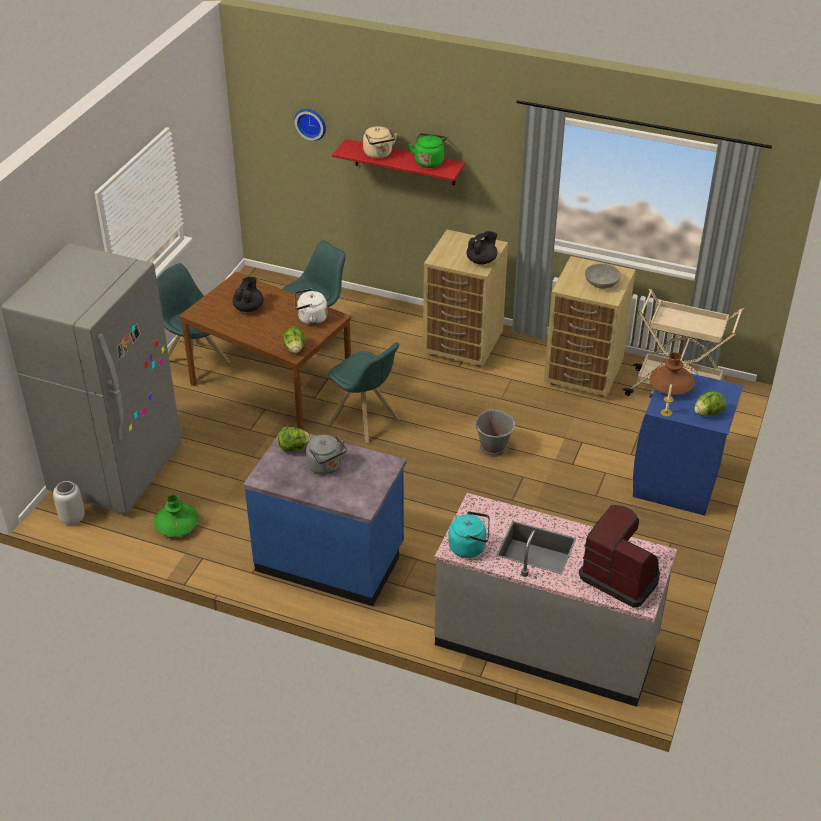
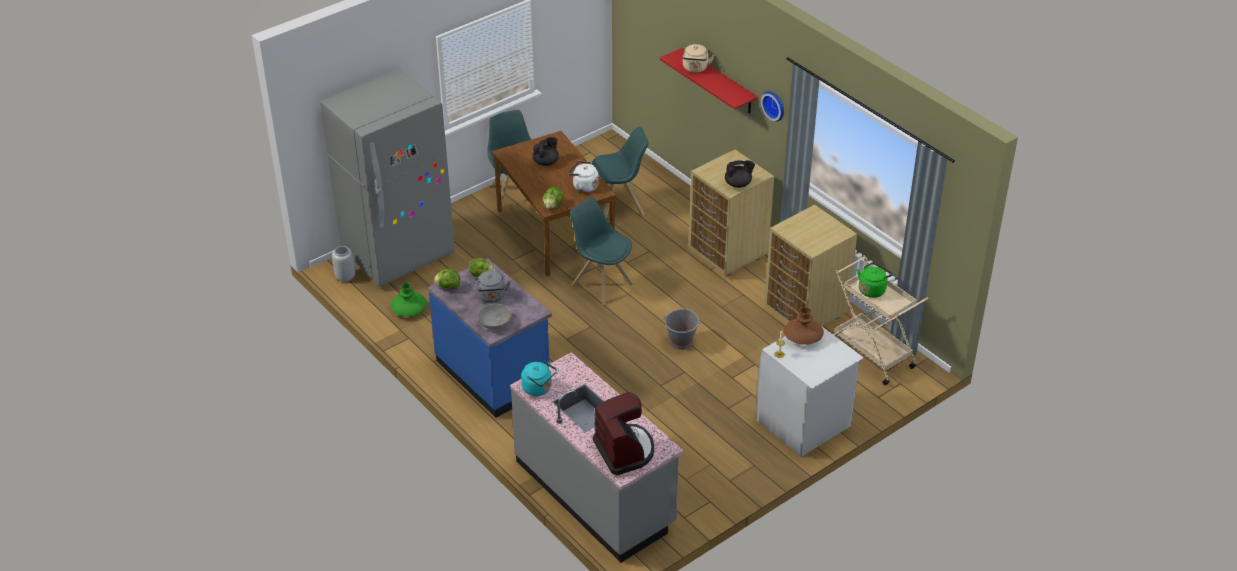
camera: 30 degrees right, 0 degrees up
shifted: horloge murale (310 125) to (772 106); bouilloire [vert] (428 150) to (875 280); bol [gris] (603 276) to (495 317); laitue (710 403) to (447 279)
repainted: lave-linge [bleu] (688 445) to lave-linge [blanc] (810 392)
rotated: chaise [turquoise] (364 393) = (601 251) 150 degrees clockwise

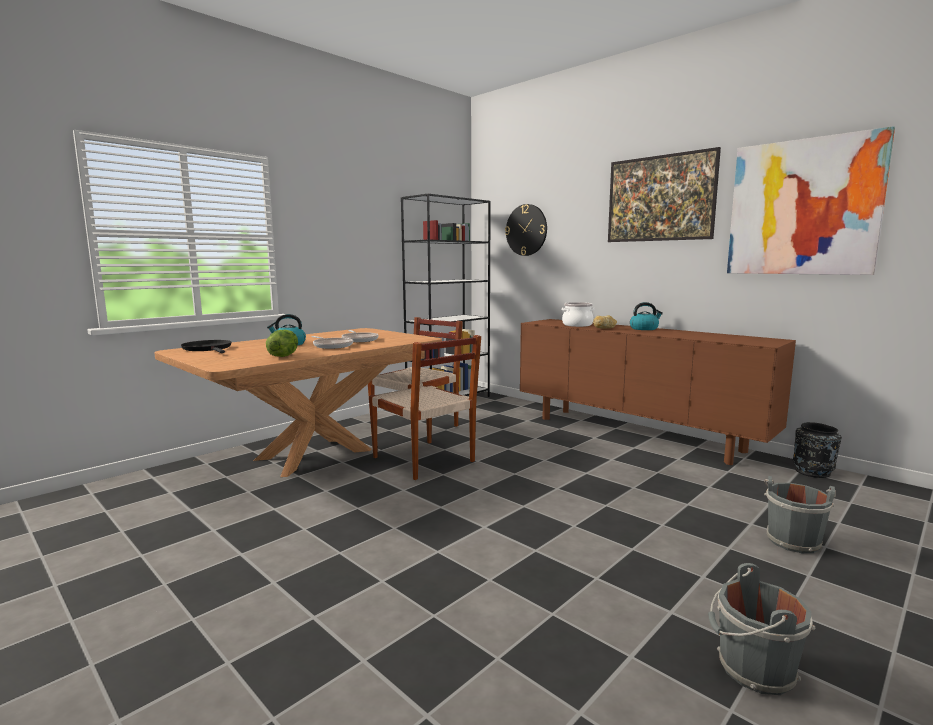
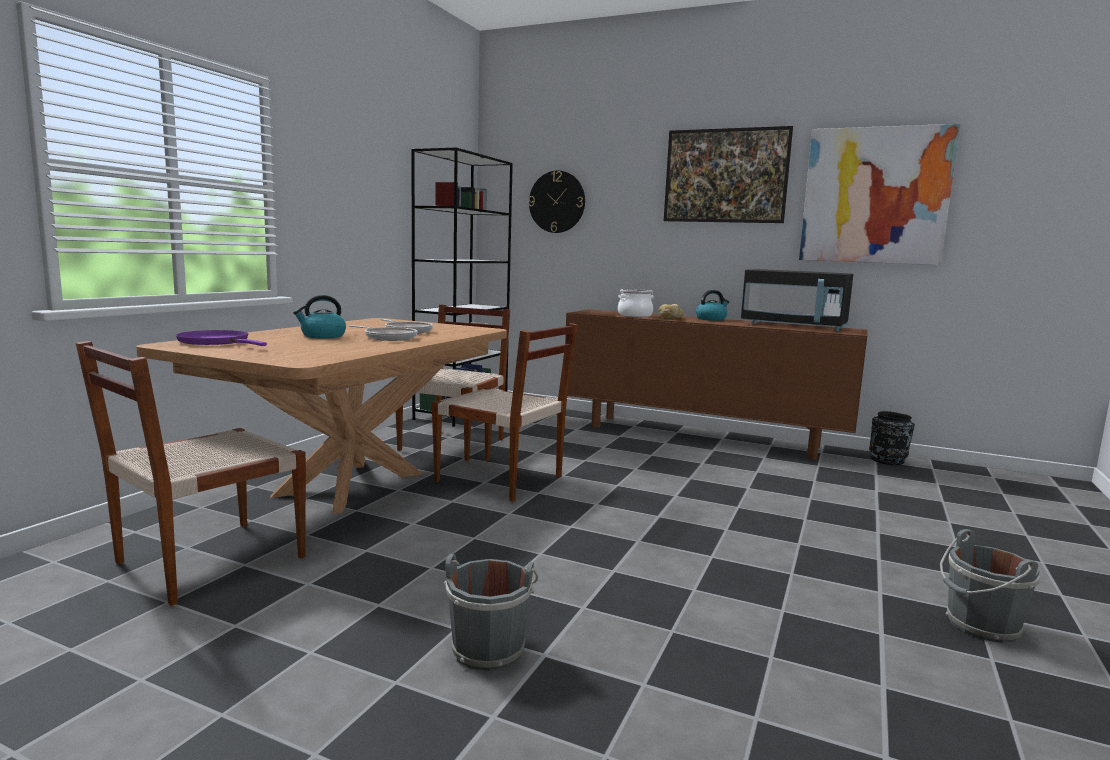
camera: 20 degrees left, 0 degrees up
gone: laitue (282 343)
new: chaise (191 473); micro-ondes [noir] (797 300)
shifted: seau [gris] (800 514) to (491 612)
repainted: poêle [noir] (206 346) to poêle [violet] (221 338)

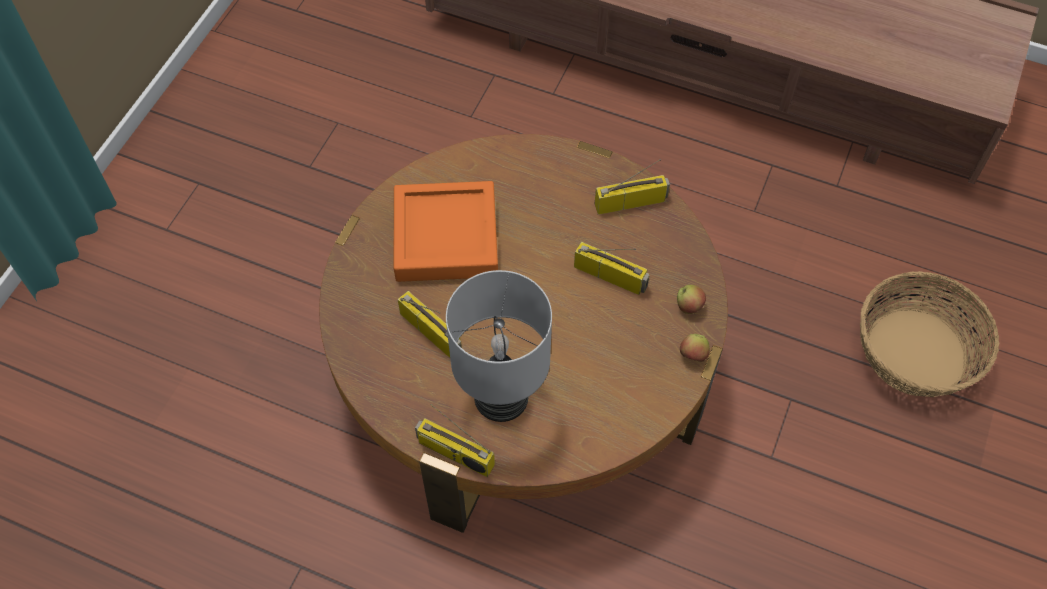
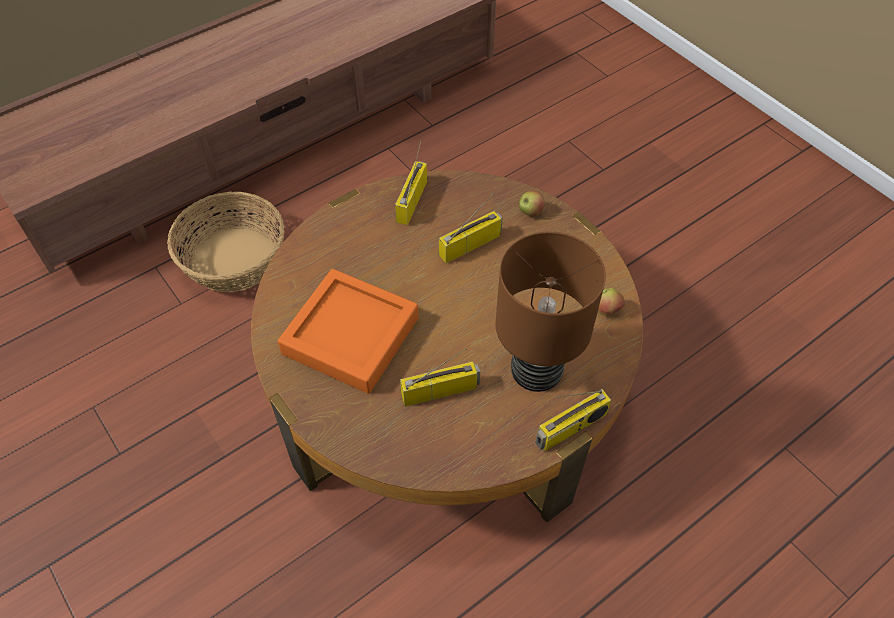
camera: 60 degrees left, 5 degrees down
shifted: pomme (695 347) to (611 301); panier (929 334) to (225 242)
repainted: lampe de table [gris] (499 346) to lampe de table [marron] (550 312)

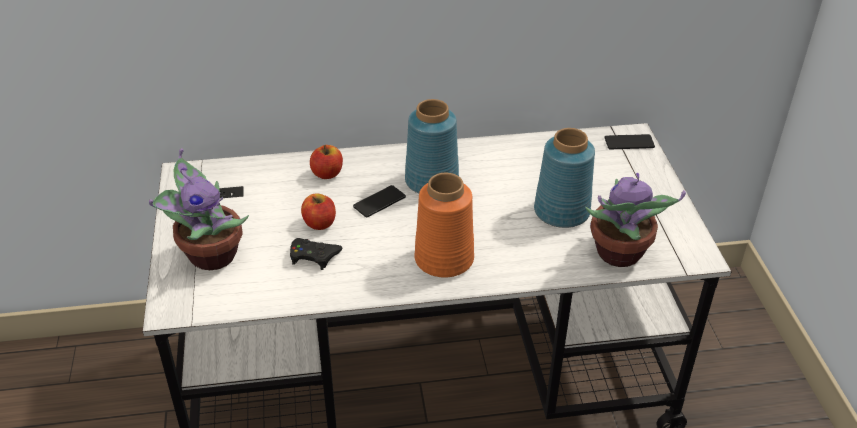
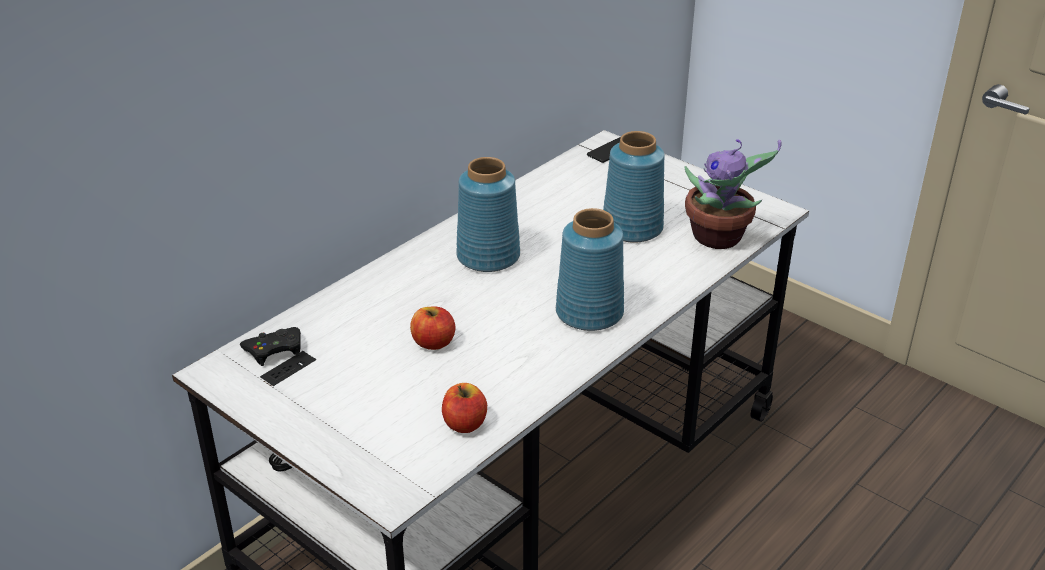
camera: 40 degrees left, 5 degrees down
gone: plante en pot (199 209); téléphone (379 201)
shifted: manette [noir] (316 254) to (270 346); pomme (326 162) to (464 408)
repainted: vase [orange] (444 225) to vase [bleu] (590 269)

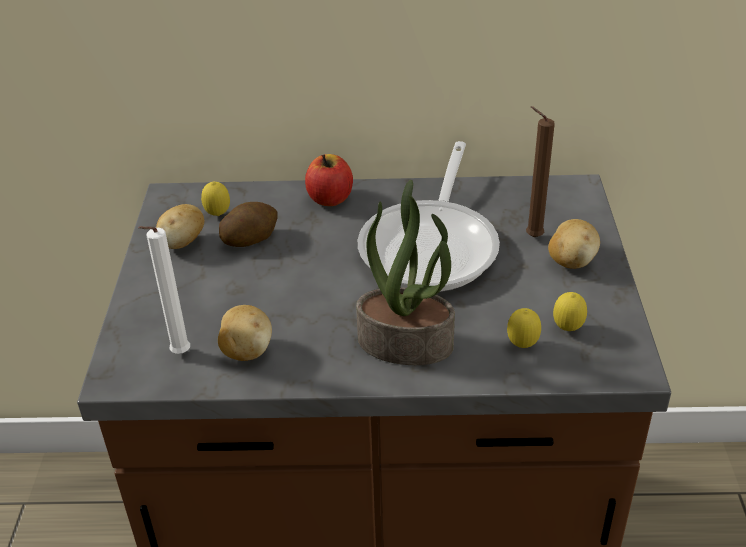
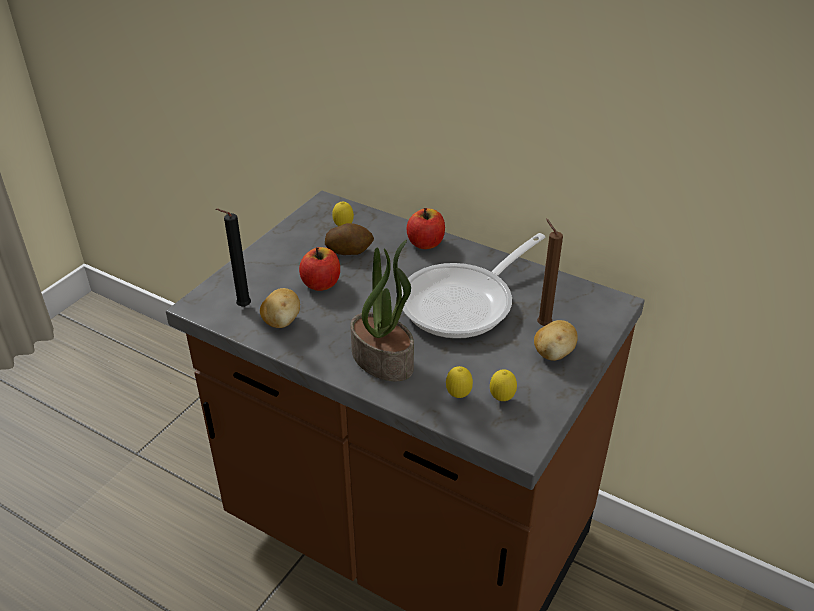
camera: 30 degrees right, 0 degrees up
gone: pomme de terre (180 226)
new: pomme (319 269)
repainted: bougie [blanc] (164 290) to bougie [noir] (233 258)

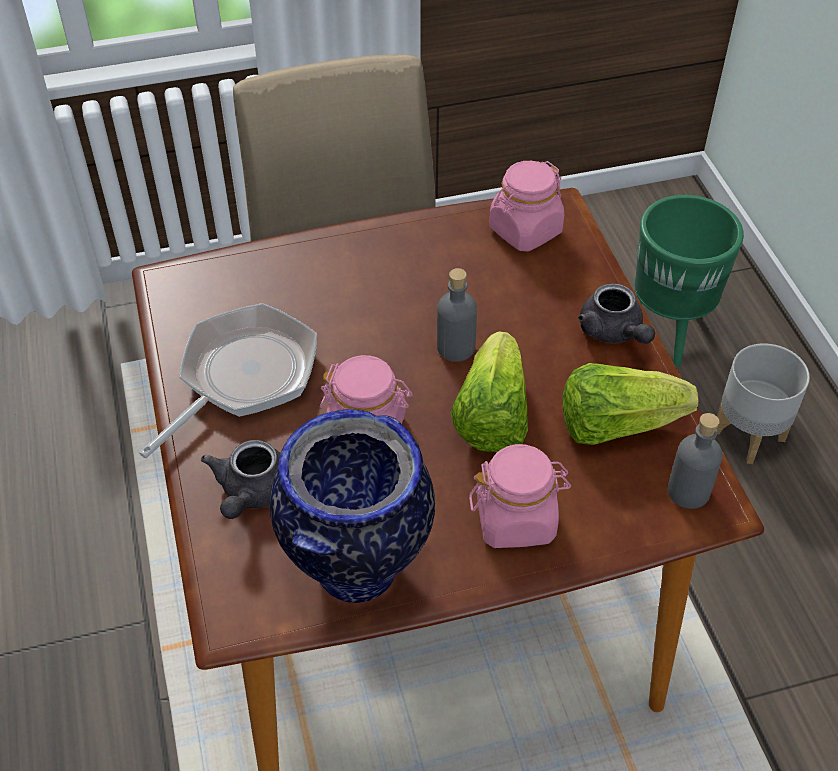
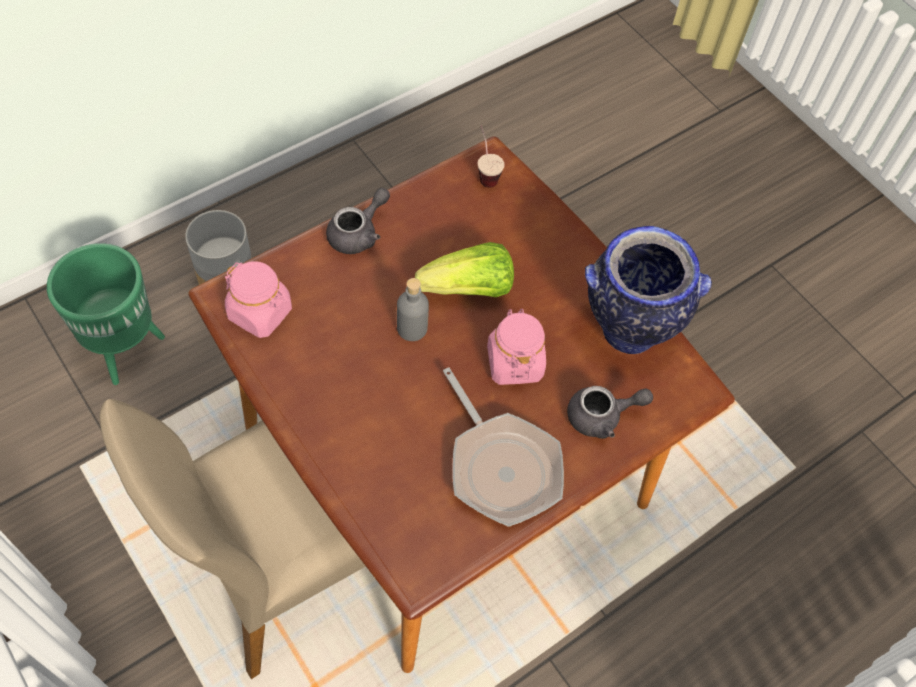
camera: 115 degrees left, 10 degrees up
gone: bocal [rose] (520 496); laitue (630 404)
swapped: bouteille [gris] (695 461) to tasse (491 156)
rotated: poêle (228 381) = (503 447) 135 degrees counterclockwise

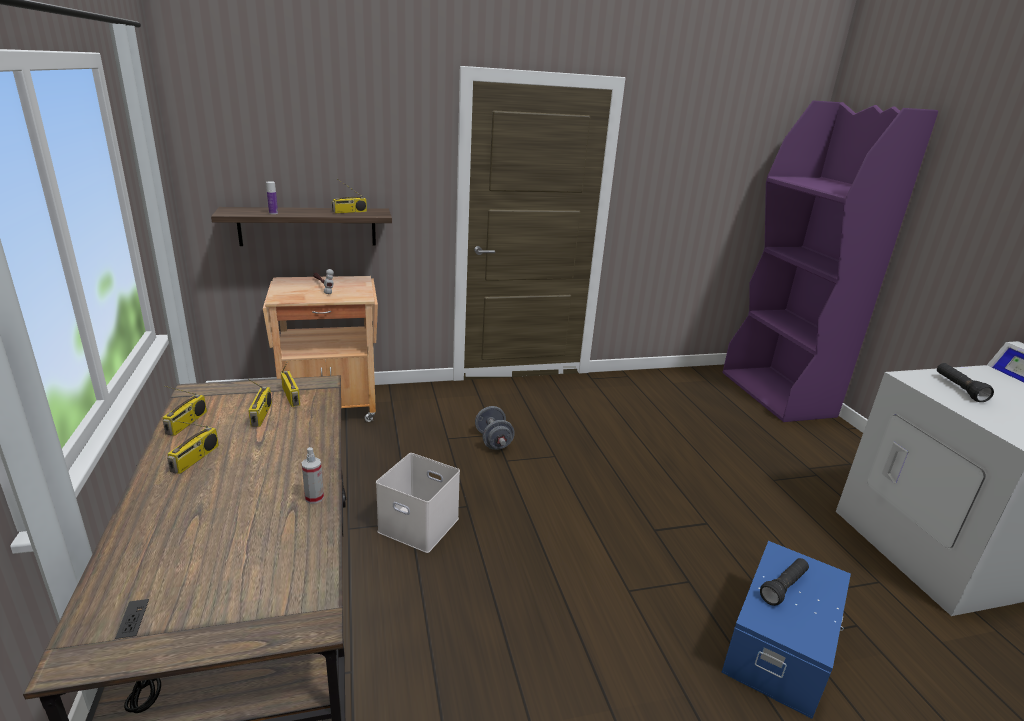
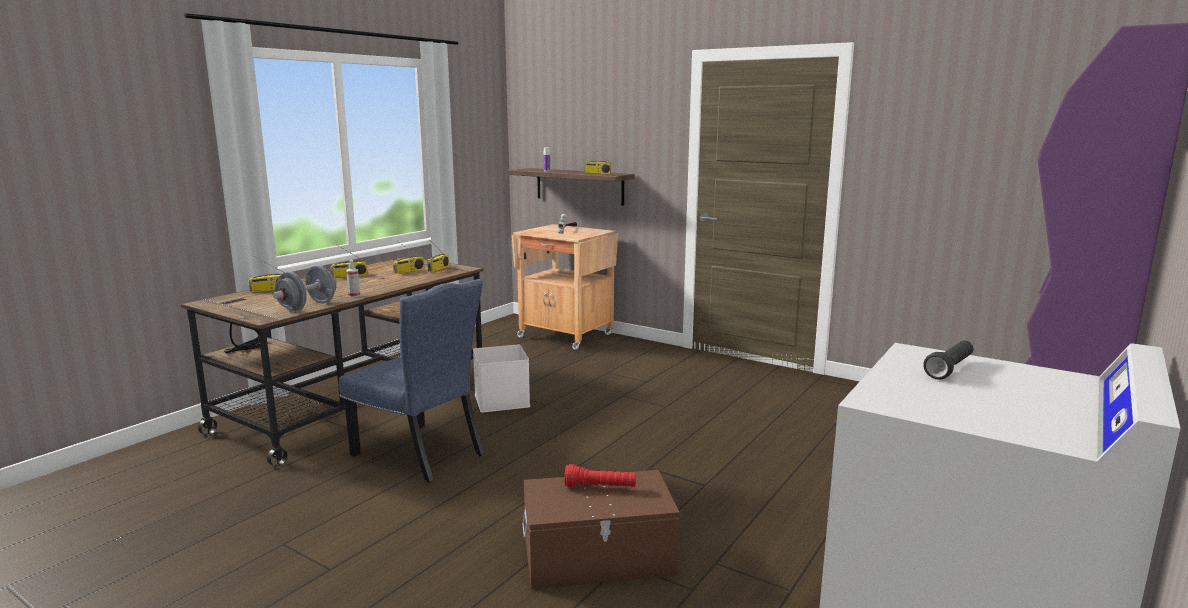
camera: 50 degrees right, 10 degrees down
new: chaise [bleu] (412 380)
shifted: radio (185 411) to (266 274); haltère [gris] (495 428) to (305 288)
repainted: boîte de rangement [bleu] (786 630) to boîte de rangement [marron] (601 529); lampe de poche [noir] (784 582) to lampe de poche [rouge] (600 475)

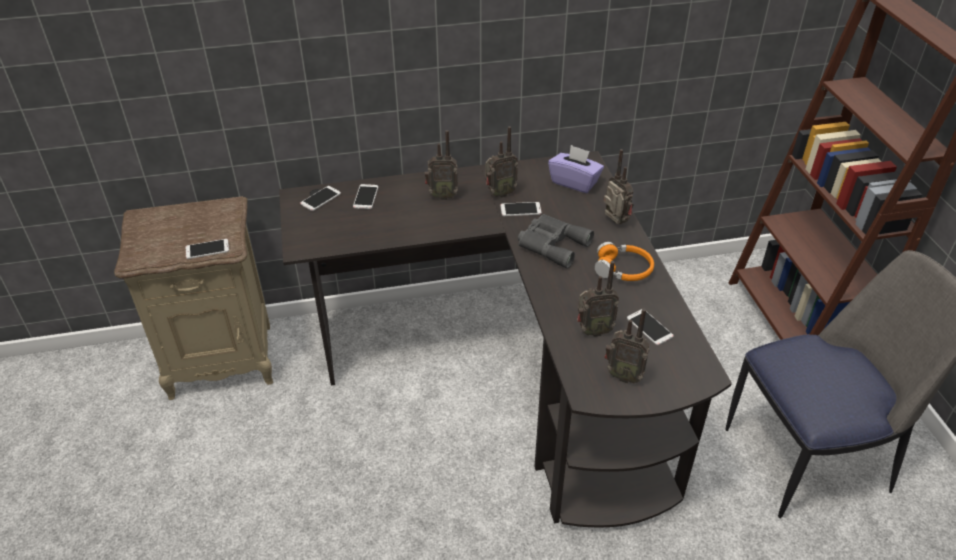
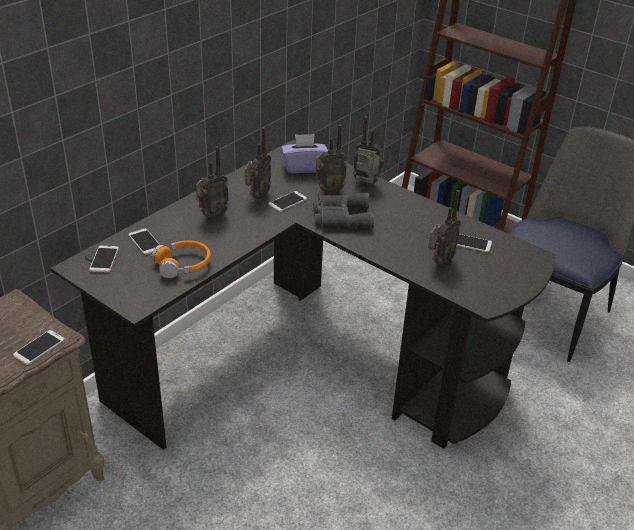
camera: 40 degrees left, 5 degrees down
shifted: casque audio [orange] (624 261) to (181 259); radio (627 345) to (331 159)

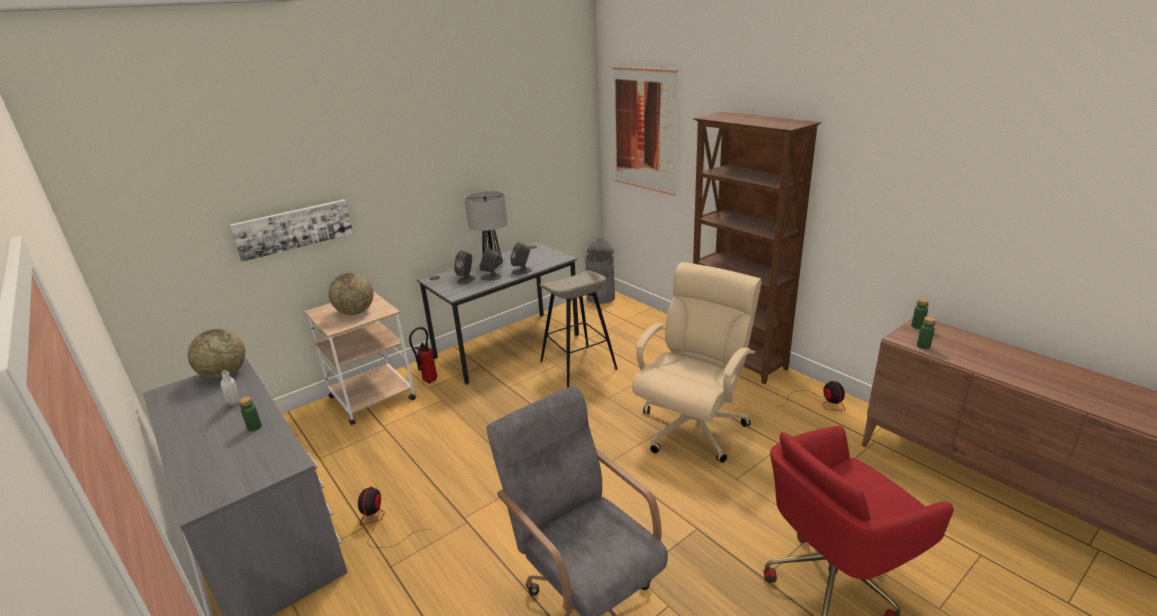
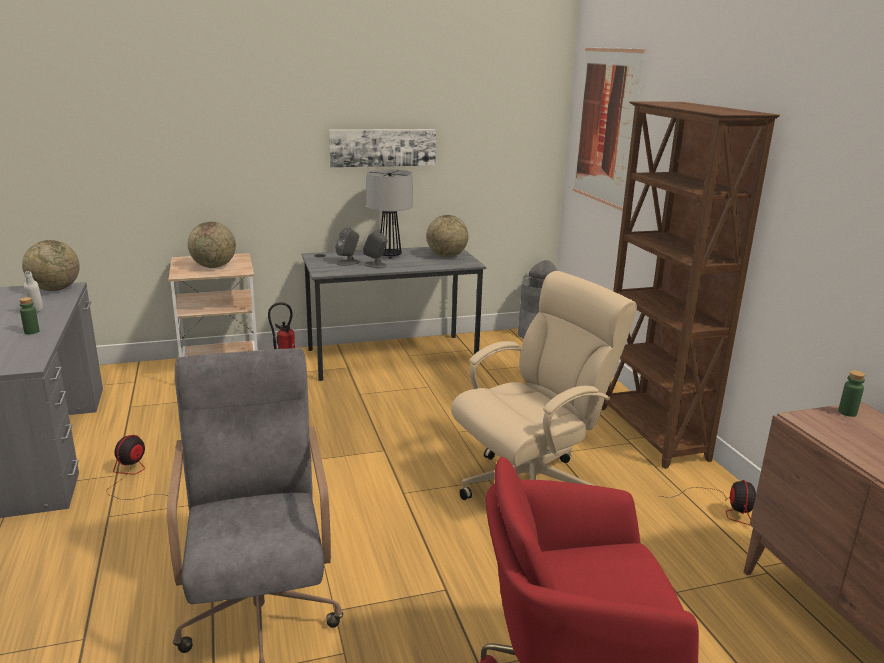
camera: 20 degrees right, 5 degrees down
gone: enceinte [gris] (521 258); tabouret [gris] (579 329); bouteille [vert] (926 333)
new: globe (447 236)
shifted: tableau (291 230) to (382 148)

